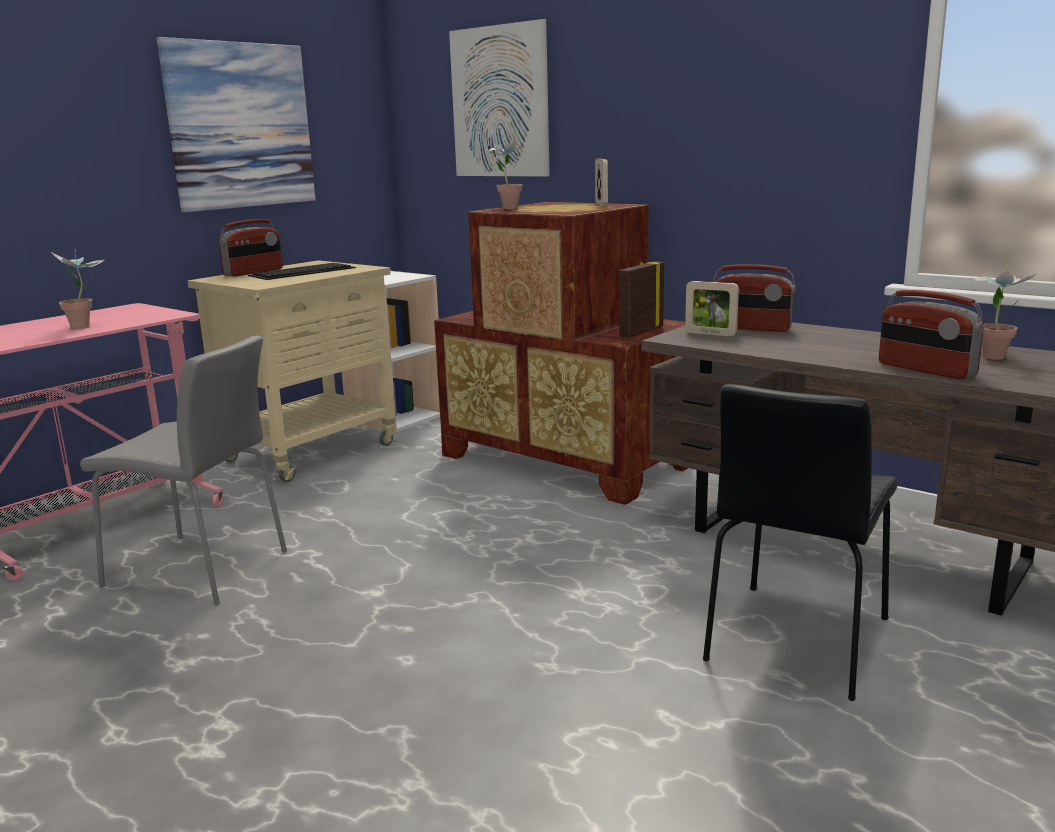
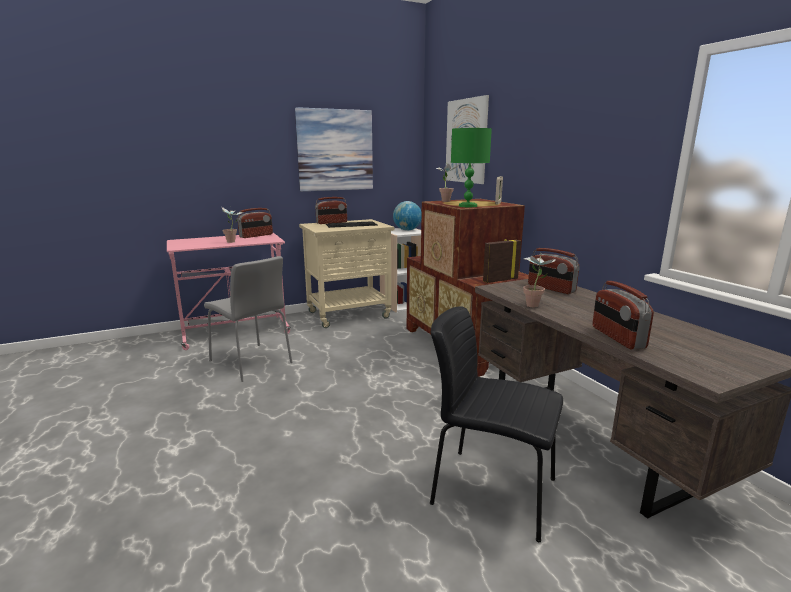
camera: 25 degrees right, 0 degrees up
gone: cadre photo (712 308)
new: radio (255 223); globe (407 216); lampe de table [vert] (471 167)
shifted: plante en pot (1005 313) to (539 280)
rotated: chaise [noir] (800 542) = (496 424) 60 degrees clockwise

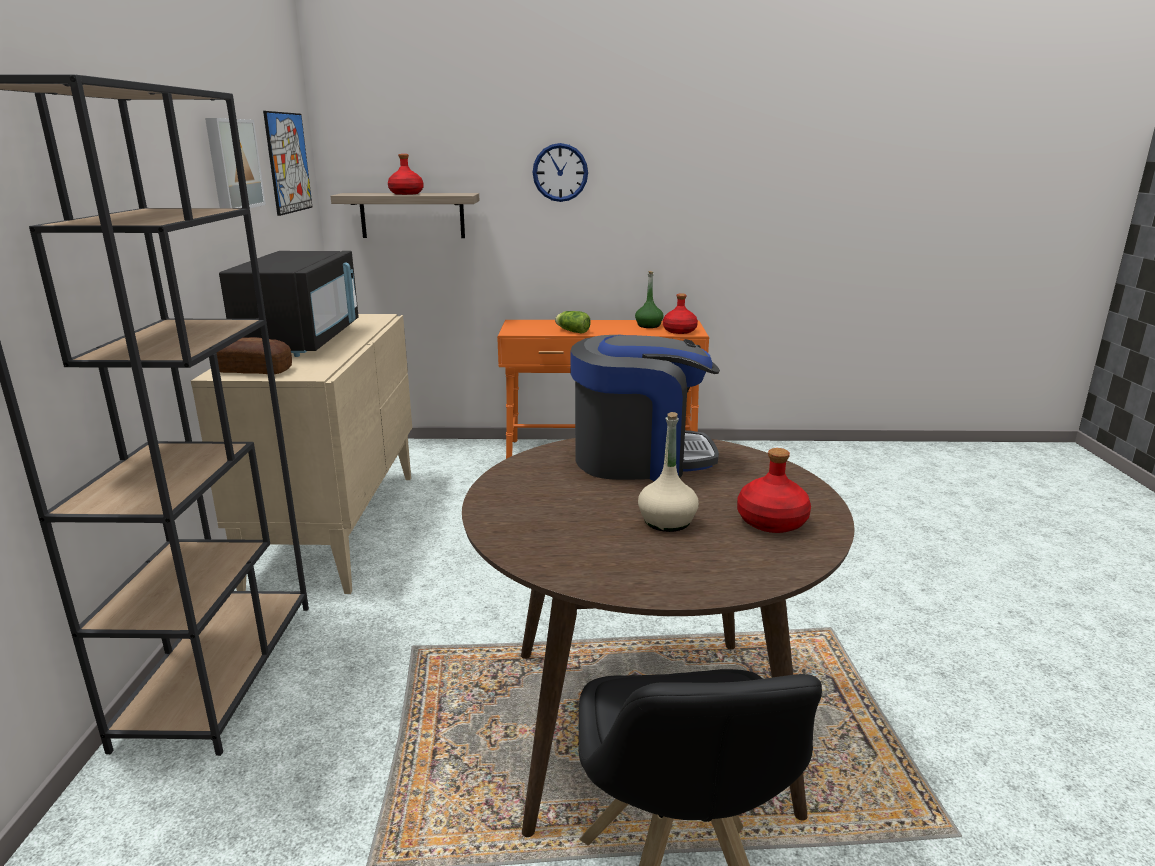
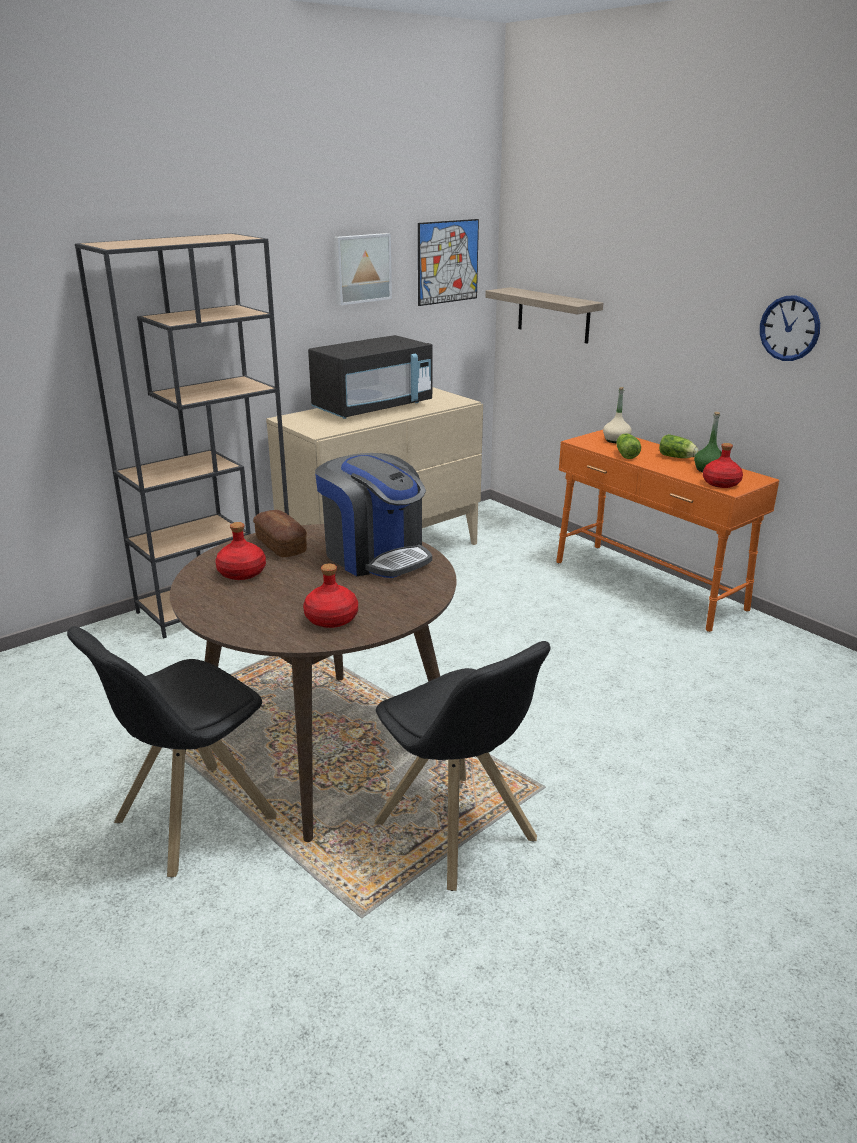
camera: 50 degrees right, 5 degrees up
new: chaise [noir] (462 766); laitue (679 446)
shifted: pain (254 355) to (280 533); bouteille [rouge] (405 174) to (240 551); horloge murale (560 172) to (790 328); bouteille [beige] (668 472) to (617 415)

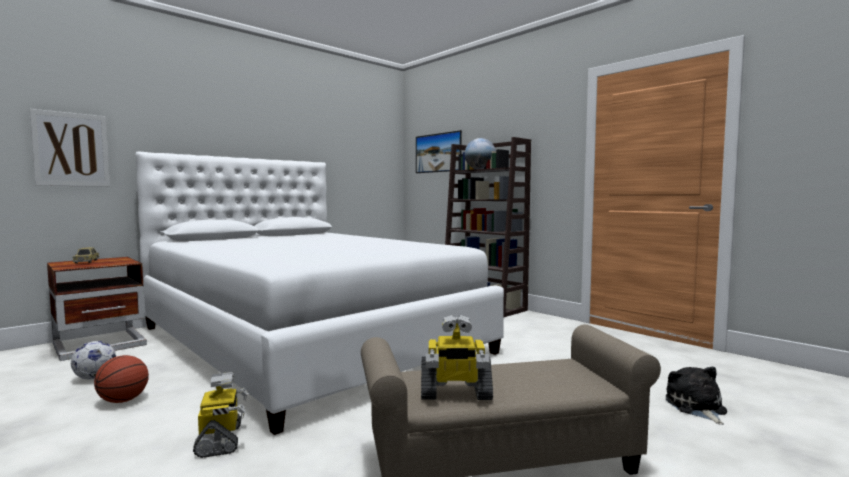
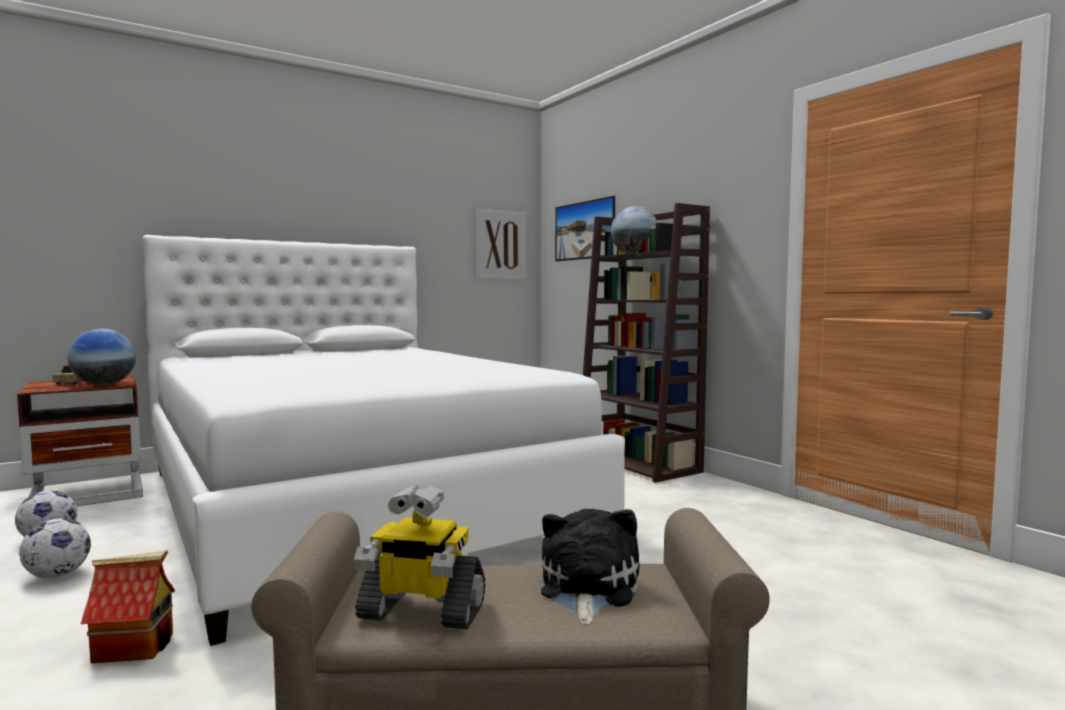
camera: 10 degrees right, 0 degrees up
new: globe (102 357)
shifted: tableau (70 148) to (501 244); peluche (696 396) to (590 567)
swapped: ballon de basket (121 379) to ballon de foot (55 548); robot jouet (220 415) to maison miniature (128 606)

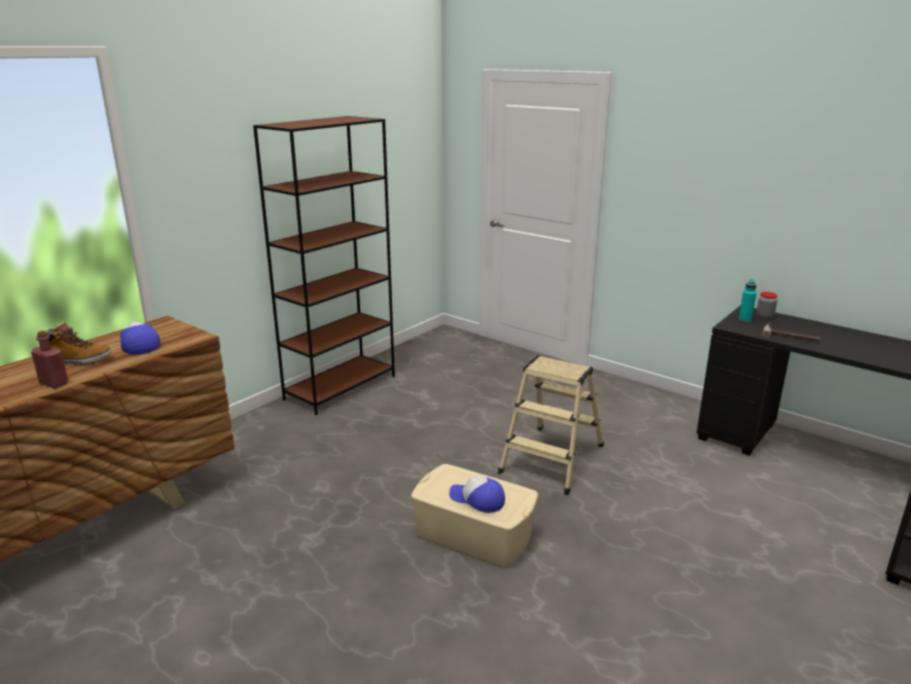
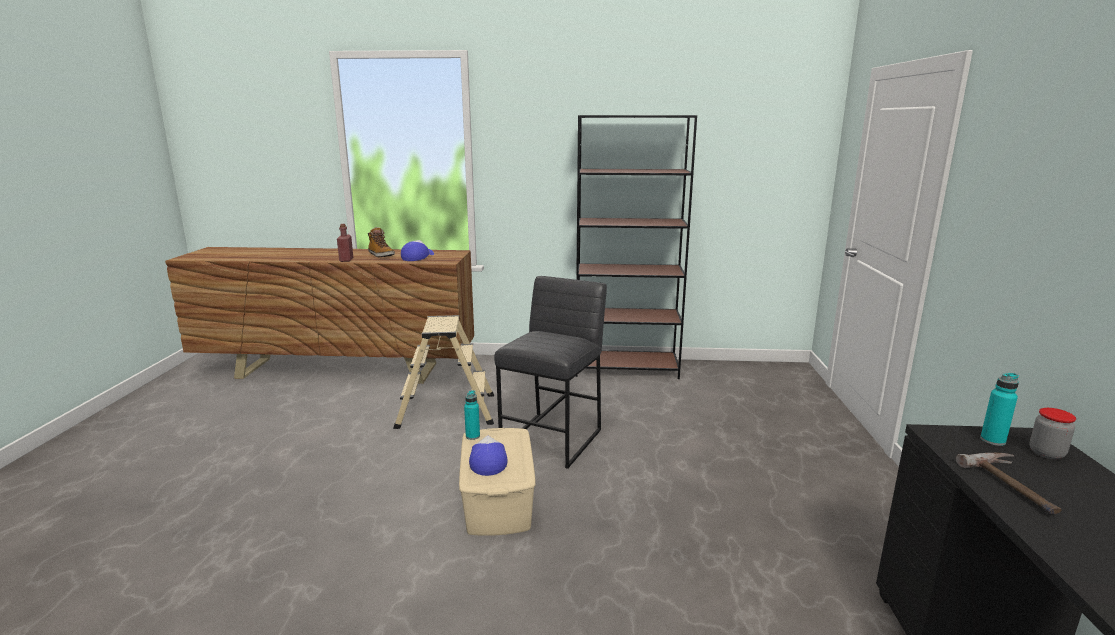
camera: 55 degrees right, 5 degrees down
new: bouteille [turquoise] (472 415); tabouret [gris] (550 372)
shifted: escabeau [beige] (551 425) to (443 372)

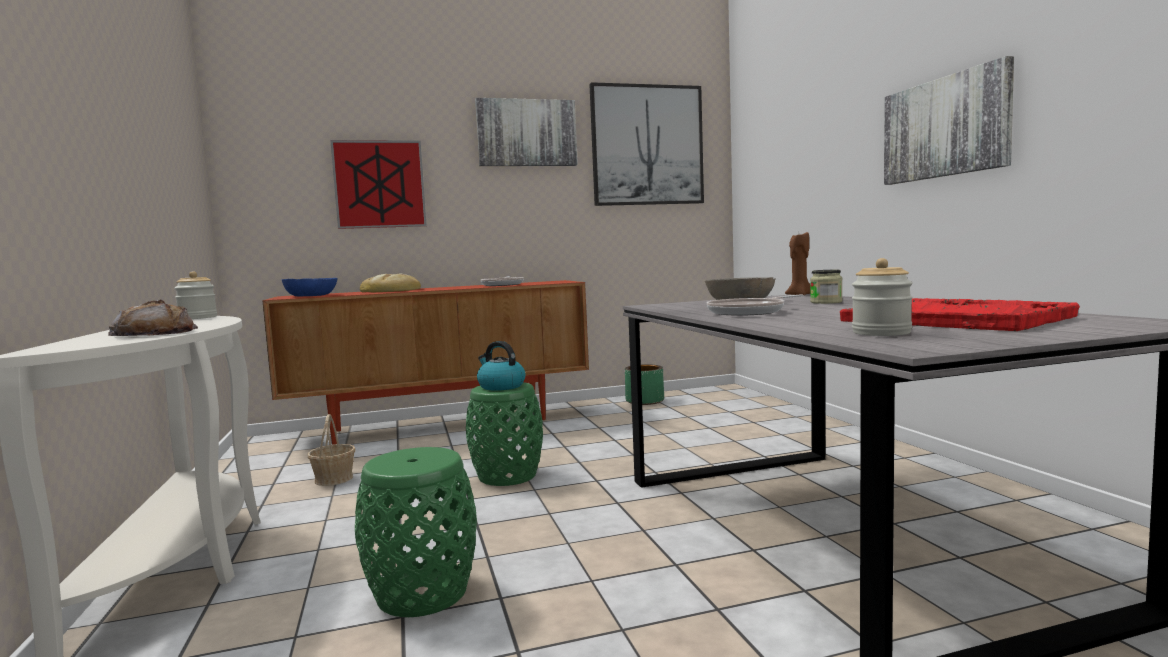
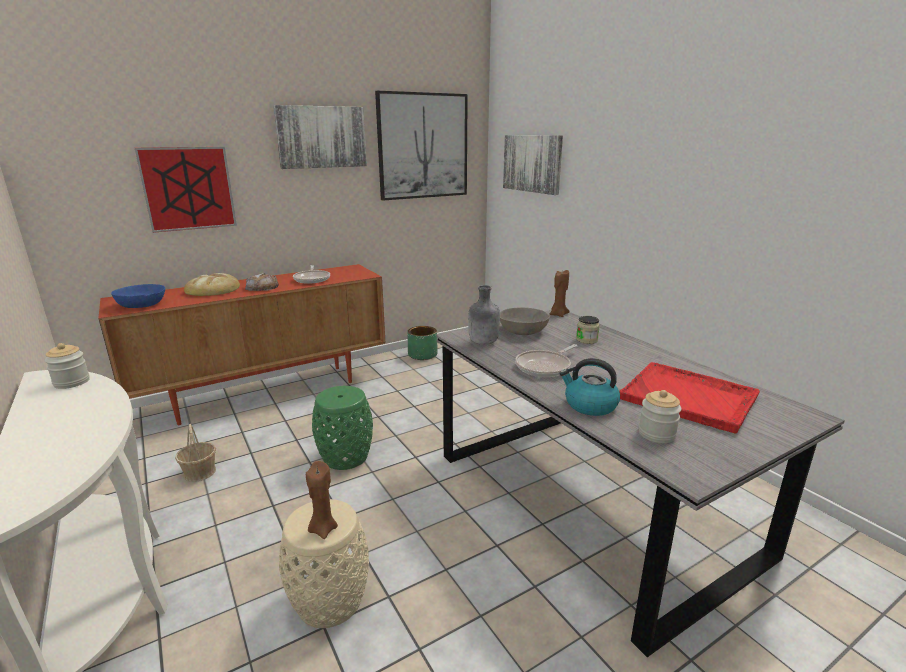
camera: 15 degrees left, 15 degrees up
new: bougie [marron] (322 500); bouteille [gris] (484 315)
shifted: pain (153 317) to (262 282); bouilloire (501 366) to (590 387); tableau (949 120) to (533 165)
repainted: tabouret [vert] (416 532) to tabouret [beige] (324 563)

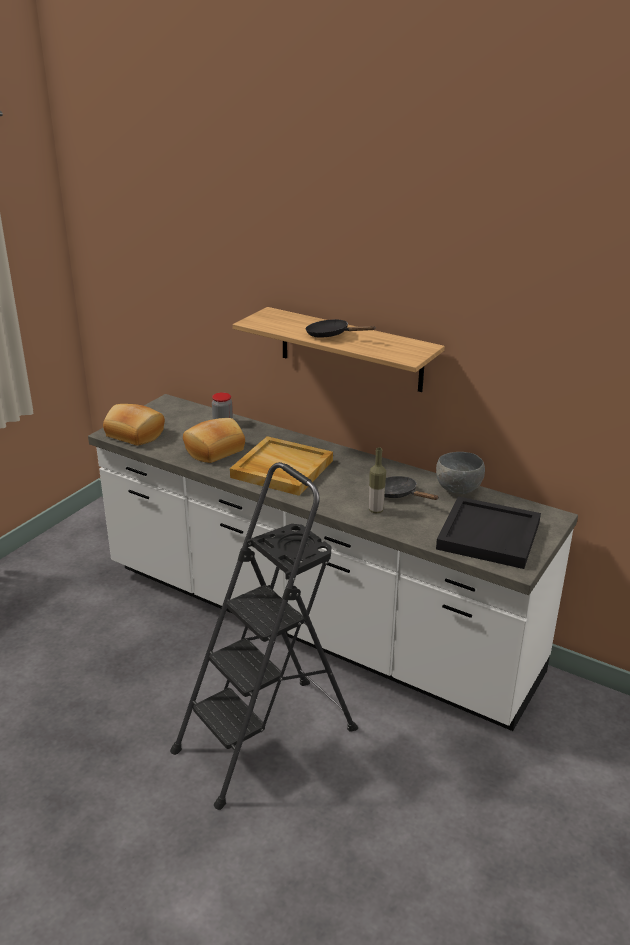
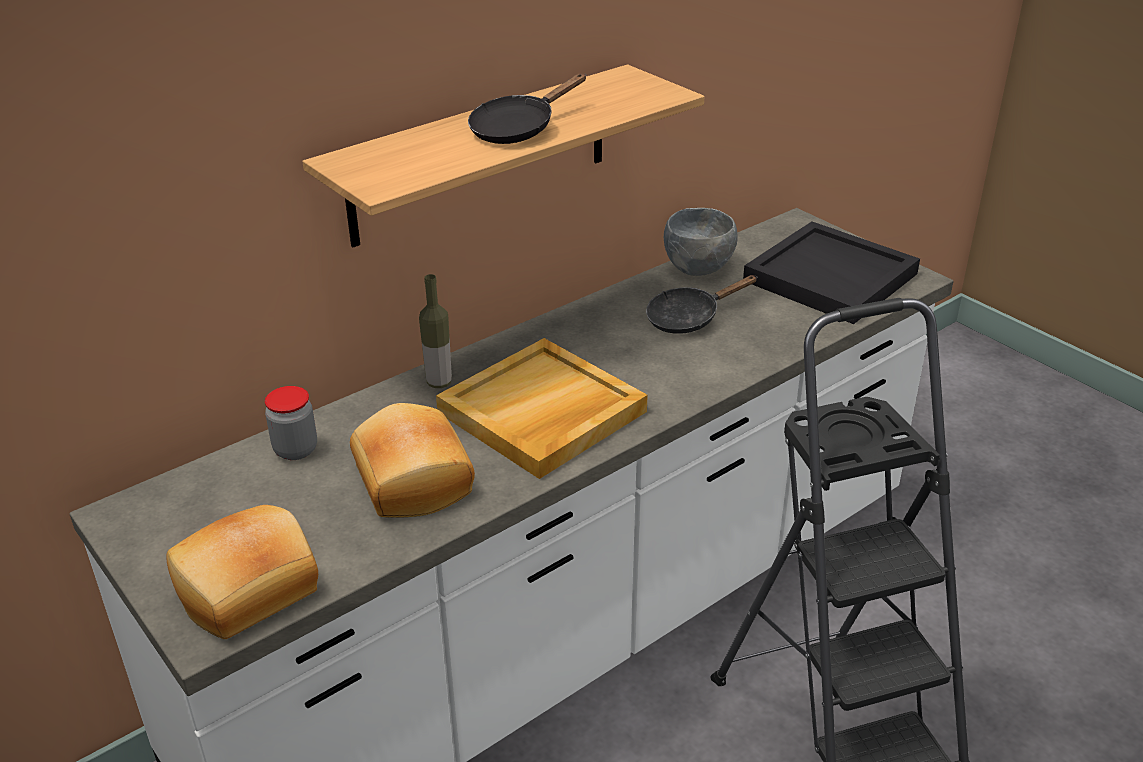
camera: 70 degrees left, 5 degrees up
shifted: bouteille (377 480) to (435 331)

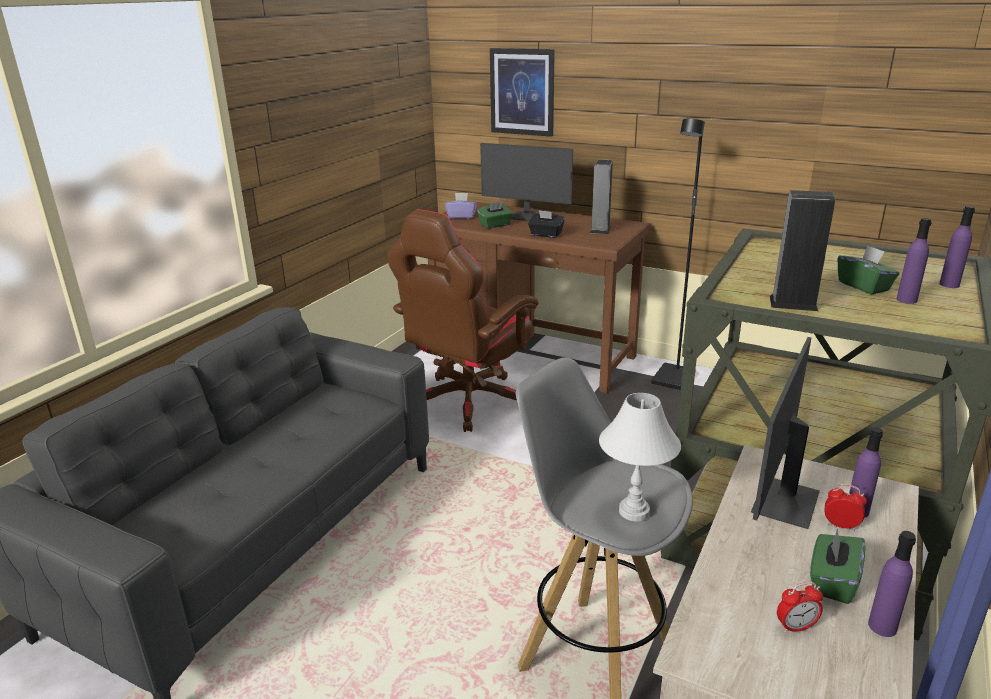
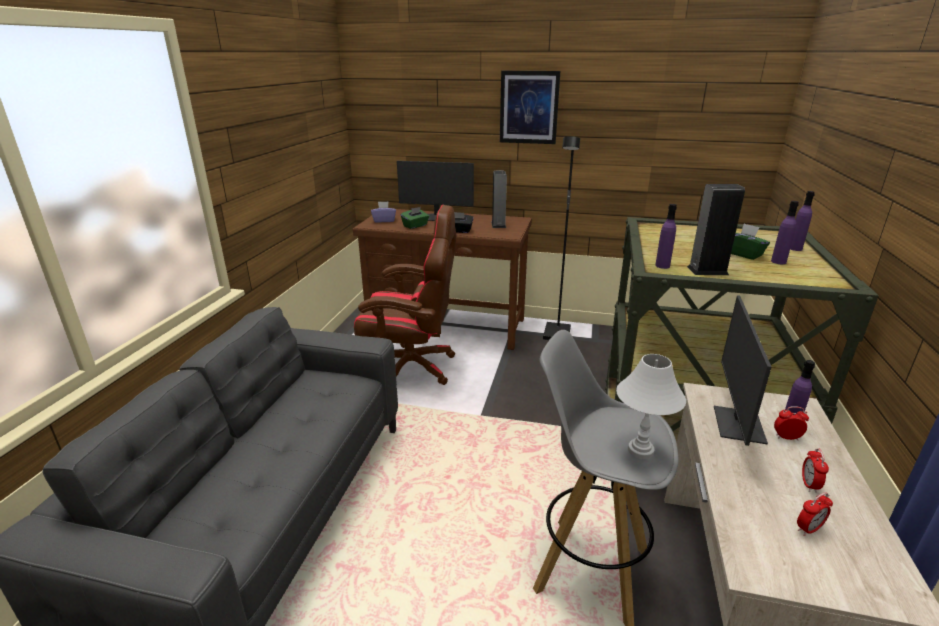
camera: 15 degrees left, 0 degrees up
shifted: tableau (522 92) to (530 107); bouteille [violet] (892 584) to (666 236)
swapped: boîte à mouchoirs [vert] (837 566) to réveil (815 470)
rotated: chaise de bureau [marron] (462 320) = (405 295) 105 degrees counterclockwise

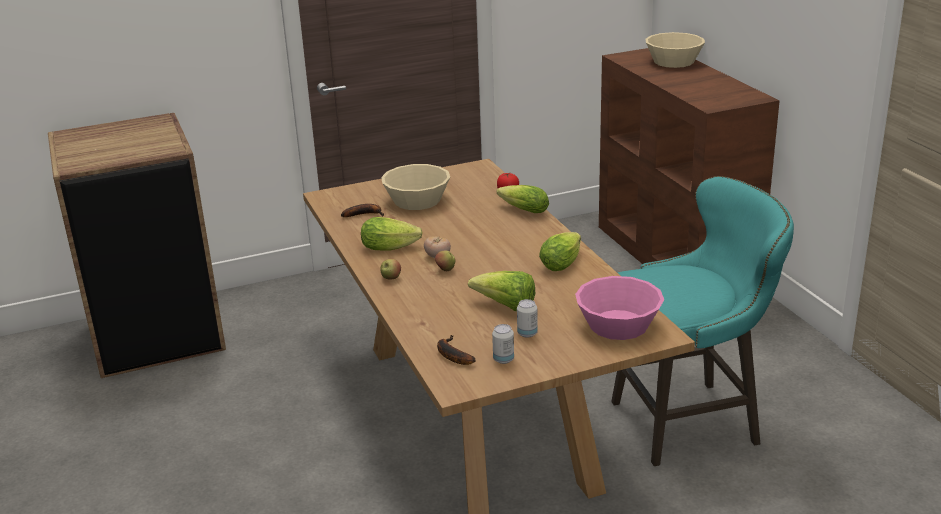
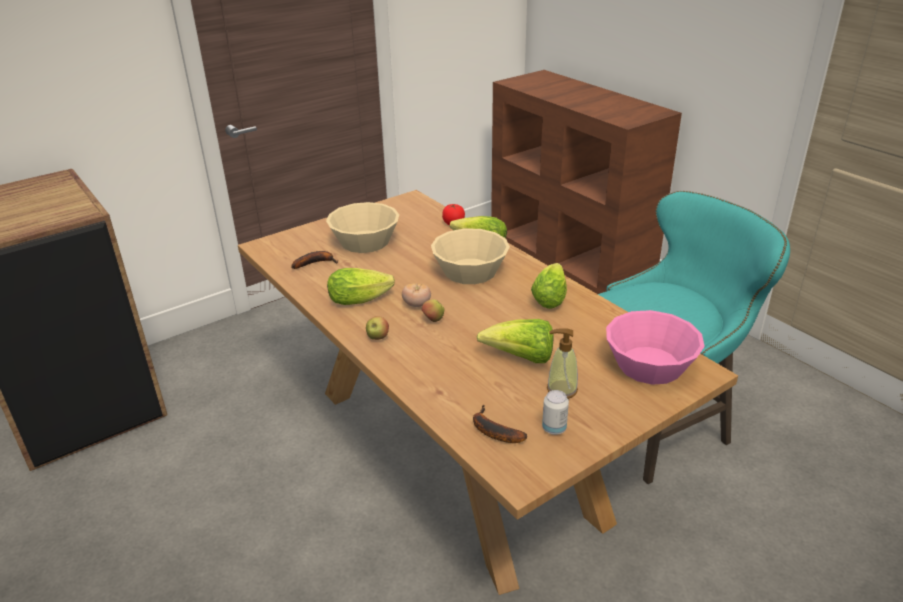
camera: 15 degrees left, 5 degrees up
shifted: bol [beige] (675 50) to (470 256)
swapped: boîte métallique (527 318) to distributeur de savon (562 363)

